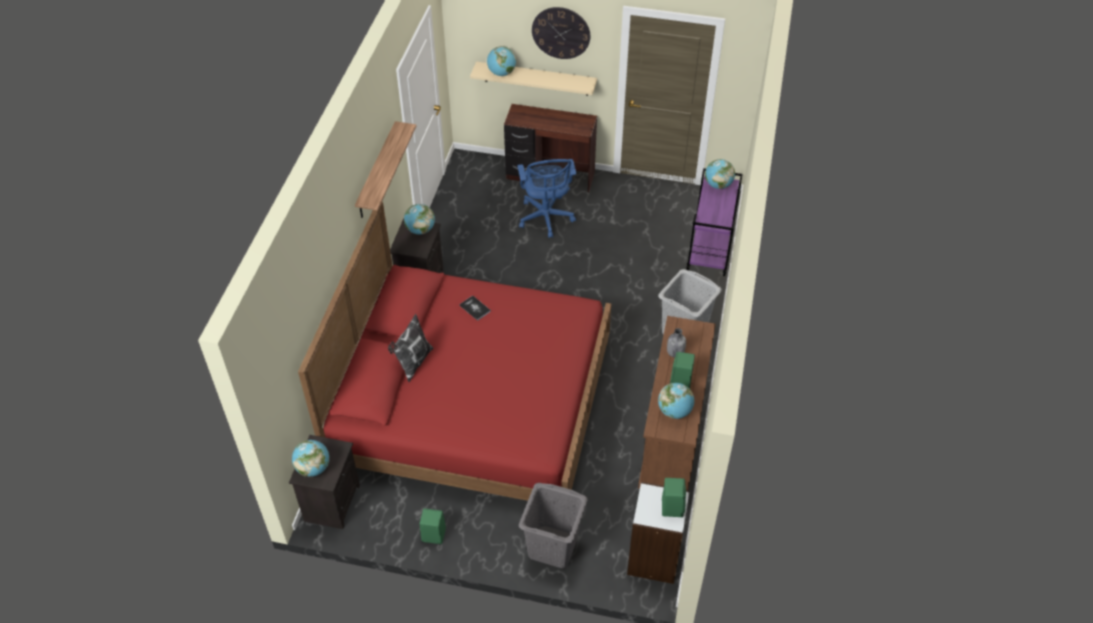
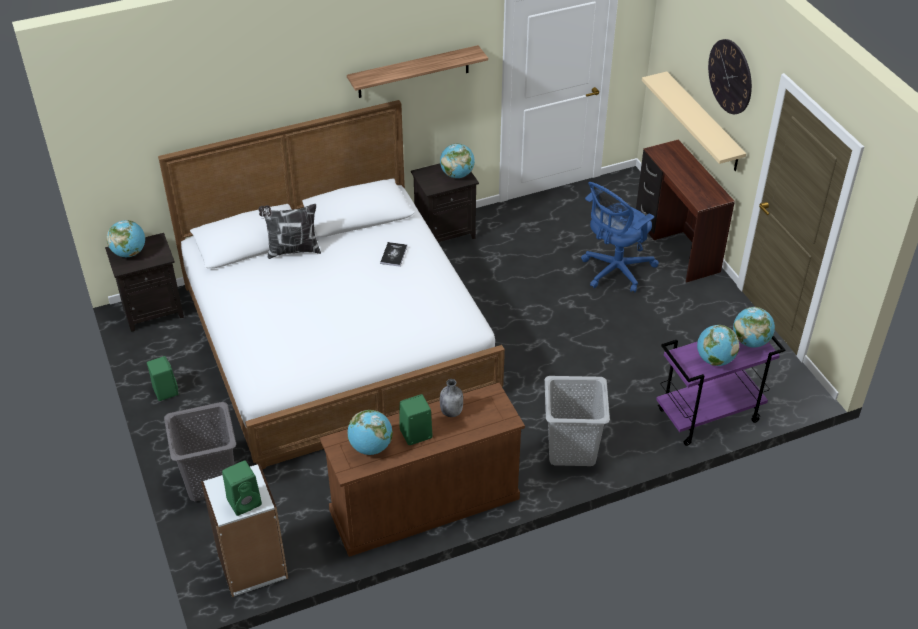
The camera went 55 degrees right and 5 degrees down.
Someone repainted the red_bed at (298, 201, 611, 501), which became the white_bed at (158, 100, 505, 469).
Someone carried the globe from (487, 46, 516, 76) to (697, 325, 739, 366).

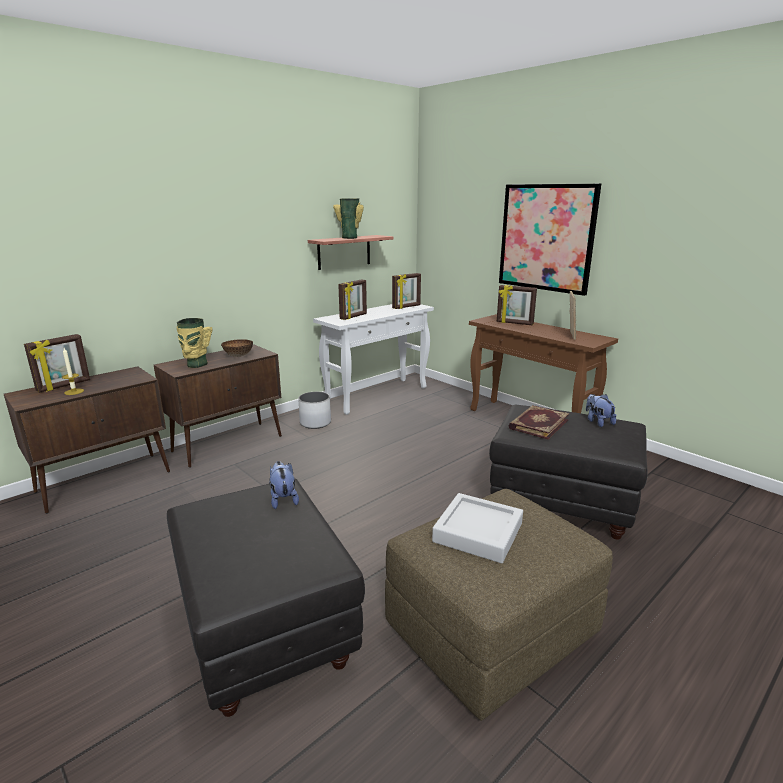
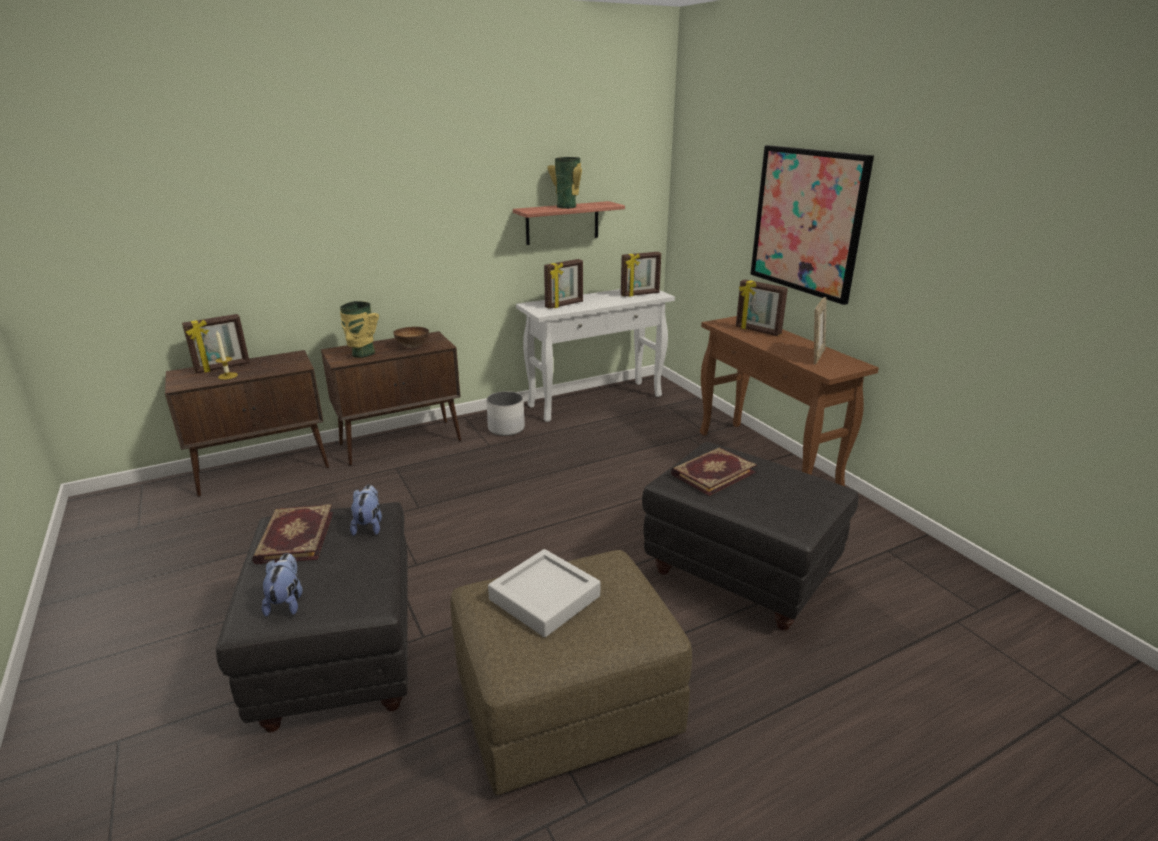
The camera went 15 degrees right and 5 degrees up.
Someone carried the plush_toy from (586, 394, 617, 427) to (262, 553, 303, 617).
Someone put down the book at (252, 504, 333, 564).

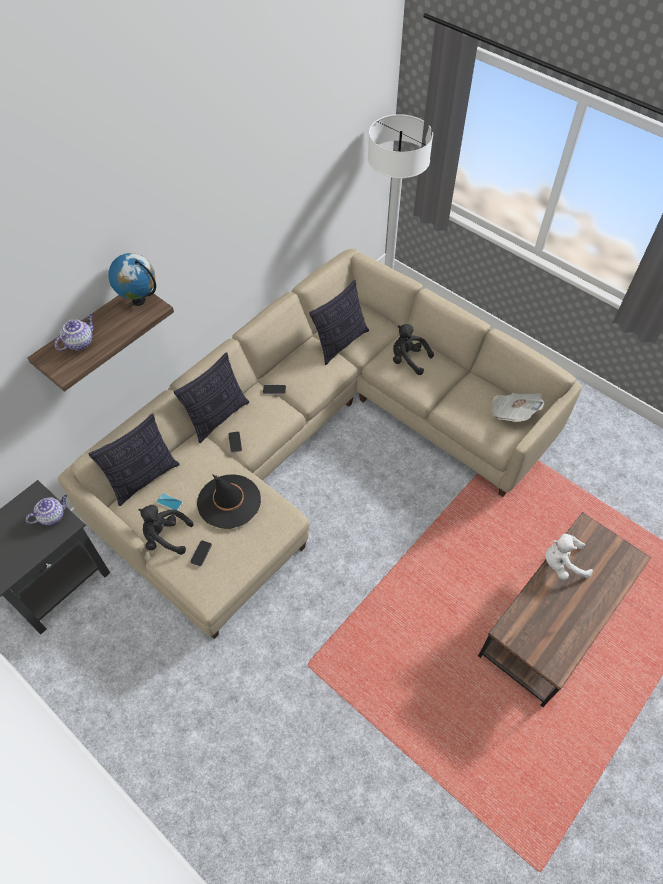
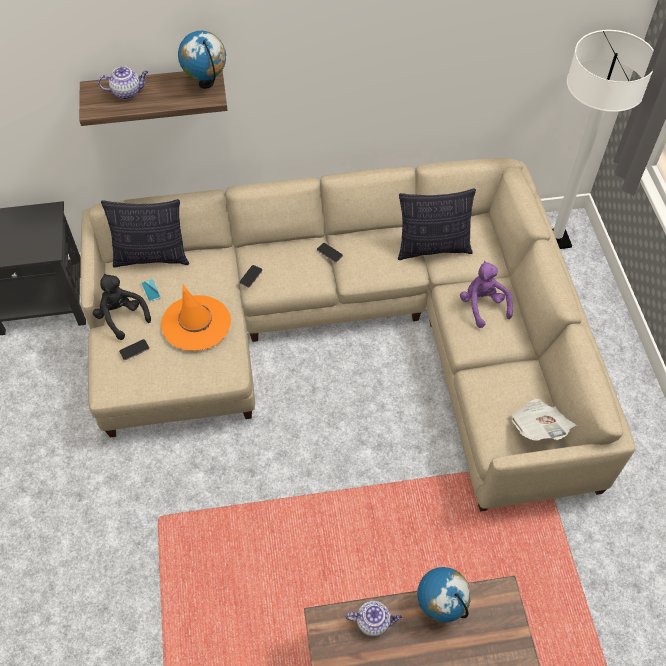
The camera went 40 degrees right and 0 degrees up.
Someone carried the teapot from (26, 495, 67, 525) to (345, 601, 403, 637).
Someone took away the pillow at (174, 352, 249, 443).
Someone repainted the black_hat at (197, 474, 261, 529), which became the orange_hat at (161, 284, 231, 351).
Someone repainted the black_plush_toy at (393, 324, 434, 375), which became the purple_plush_toy at (460, 261, 513, 328).
Someone swapped the white_plush_toy at (545, 534, 593, 580) for the globe at (417, 567, 471, 623).

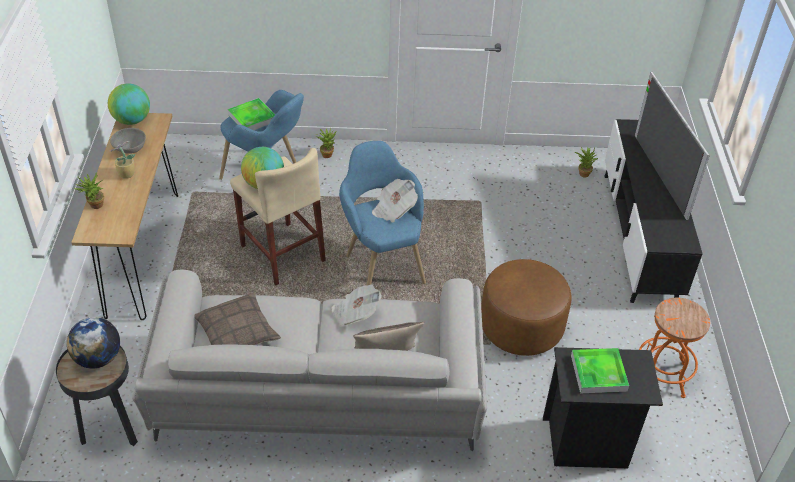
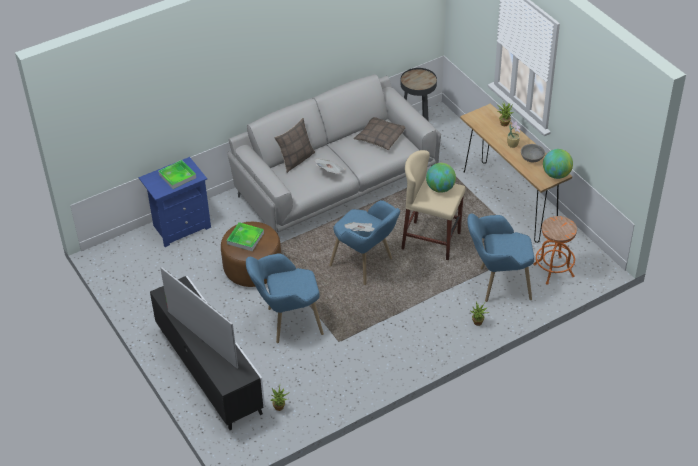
The camera went 150 degrees right and 0 degrees up.
Someone took away the globe at (67, 317, 120, 369).
Someone carried the tray from (228, 98, 275, 130) to (227, 222, 264, 251).
Someone repainted the black_nightstand at (543, 347, 663, 469), which became the blue_nightstand at (138, 157, 211, 247).
Someone carried the orange_stool from (639, 298, 710, 398) to (533, 216, 577, 285).
Someone put down the blue_armchair at (246, 253, 324, 343).

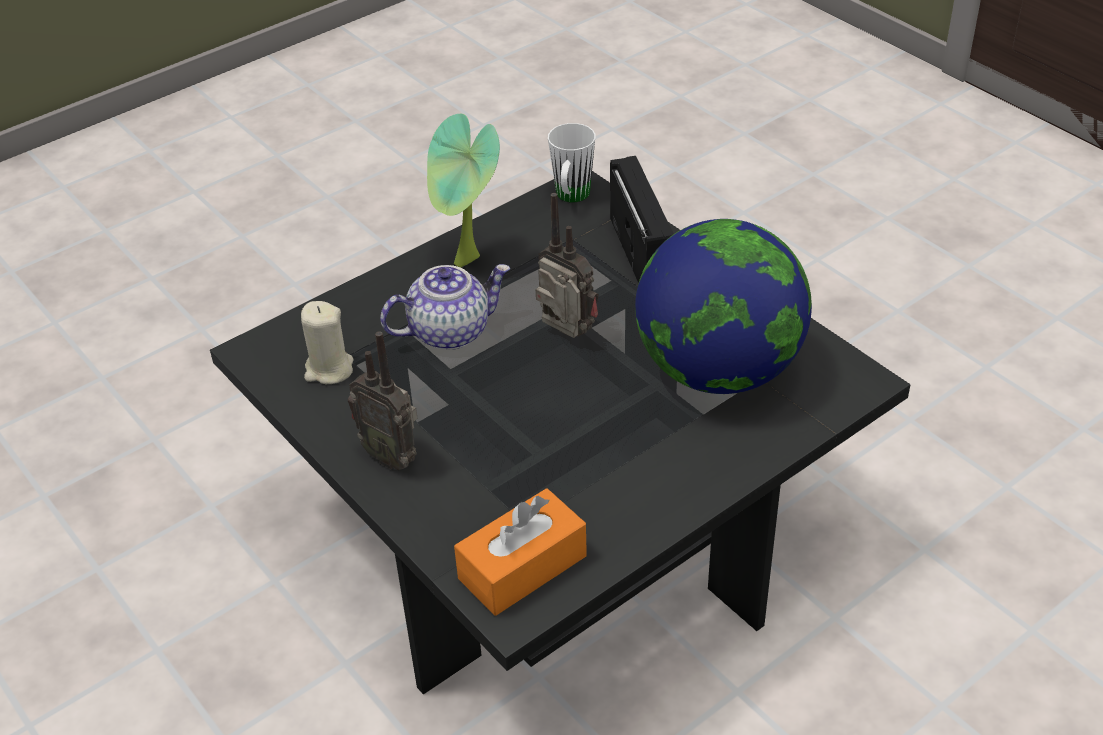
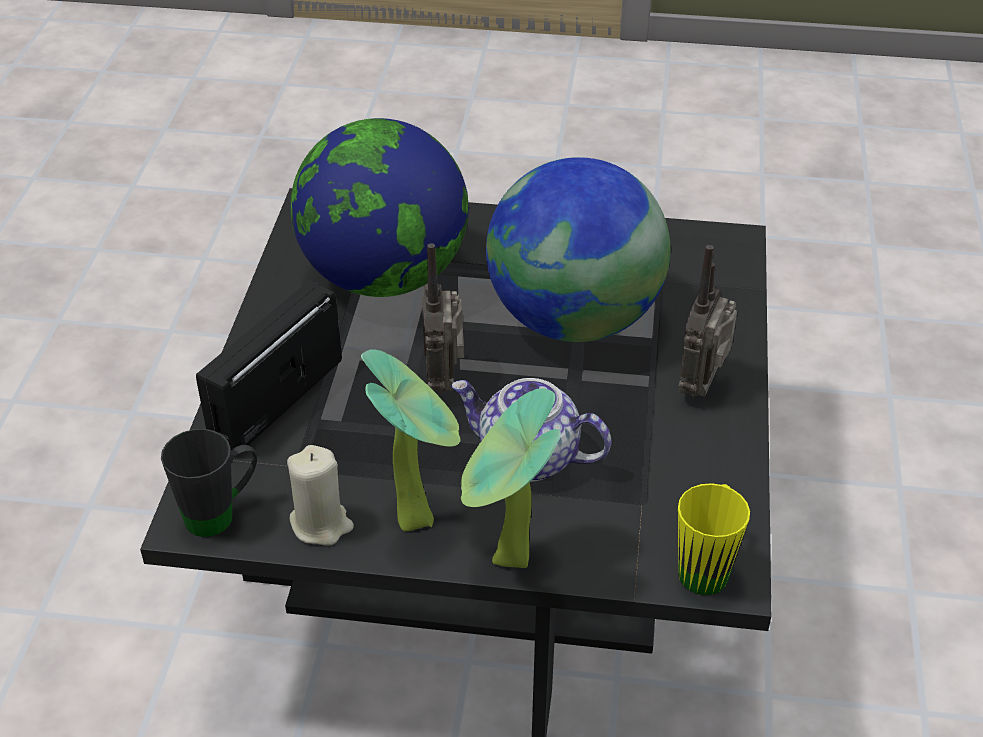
The camera went 135 degrees left and 0 degrees up.
Someone carried the beige_candle from (301, 301, 353, 384) to (287, 445, 354, 546).
Someone rotated the radio at (348, 331, 417, 470) by 150 degrees counterclockwise.
Someone took away the orange_tissue_box at (454, 488, 587, 616).
Someone repainted the white_mug at (548, 123, 596, 202), which became the black_mug at (161, 429, 257, 537).
Someone put down the potted_plant at (461, 388, 561, 568).
Someone put down the globe at (486, 157, 670, 342).
Someone put down the yellow_mug at (678, 483, 750, 595).

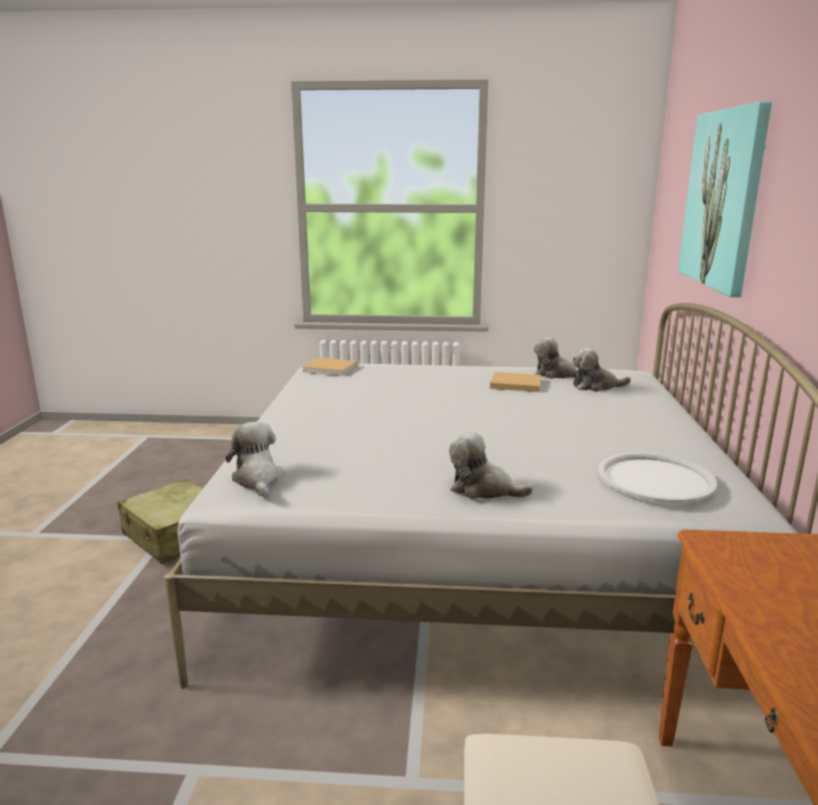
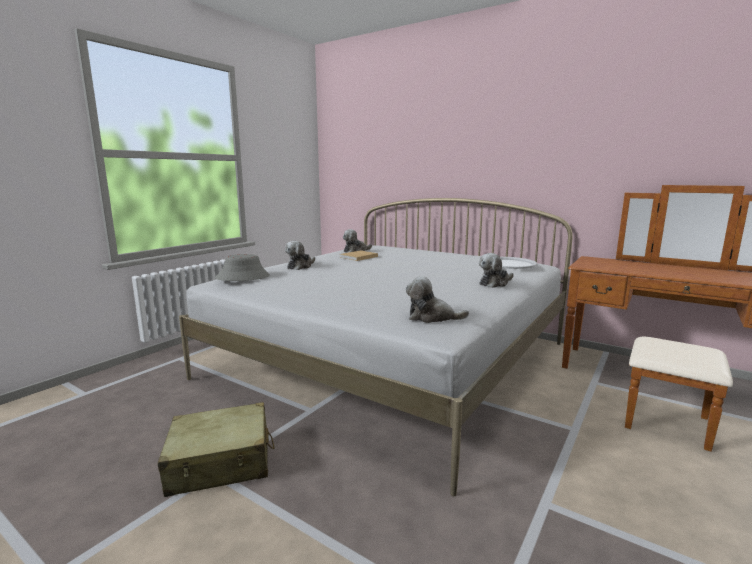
The camera went 60 degrees left and 5 degrees down.
Someone swapped the beige_book at (302, 358, 357, 376) for the grey_hat at (215, 254, 270, 281).
Someone carried the plush_toy from (572, 348, 631, 392) to (285, 241, 315, 270).
Someone took away the picture at (678, 101, 772, 297).

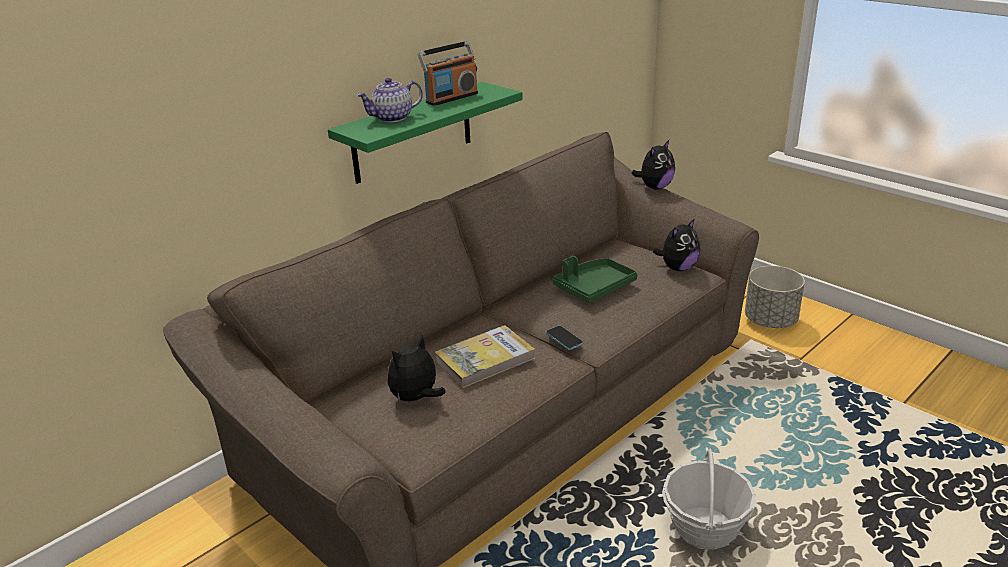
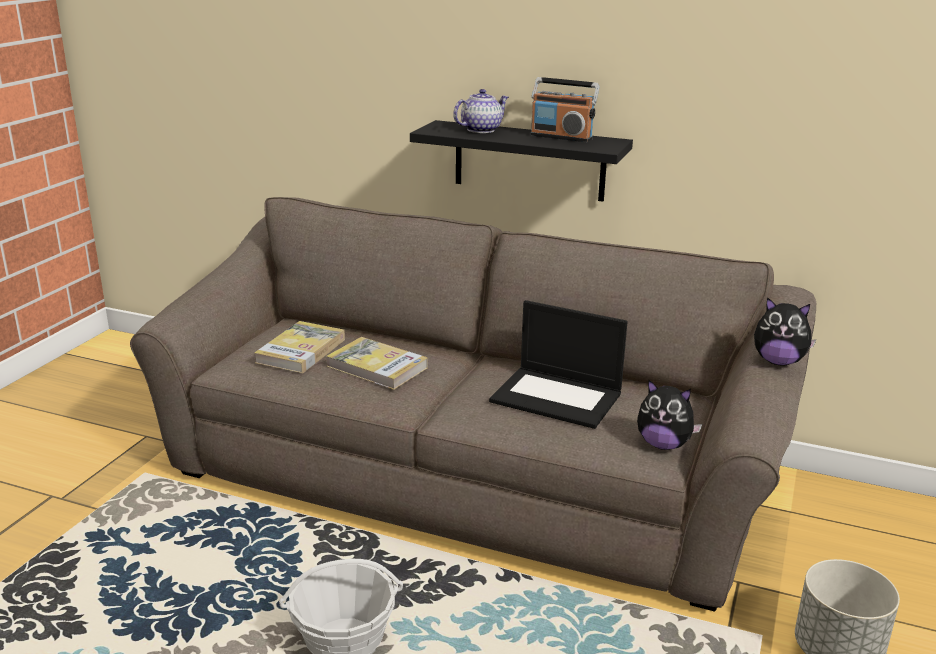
The camera went 65 degrees right and 5 degrees down.
Someone repainted the green_shelf at (328, 82, 523, 184), which became the black_shelf at (410, 120, 633, 202).
Someone rotated the teapot at (357, 78, 423, 122) by 105 degrees clockwise.
Someone swapped the plush_toy at (388, 335, 446, 403) for the book at (254, 321, 345, 373).
Someone took away the phone at (546, 326, 583, 350).
Someone swapped the green_tray at (552, 256, 637, 303) for the laptop at (489, 300, 627, 429).

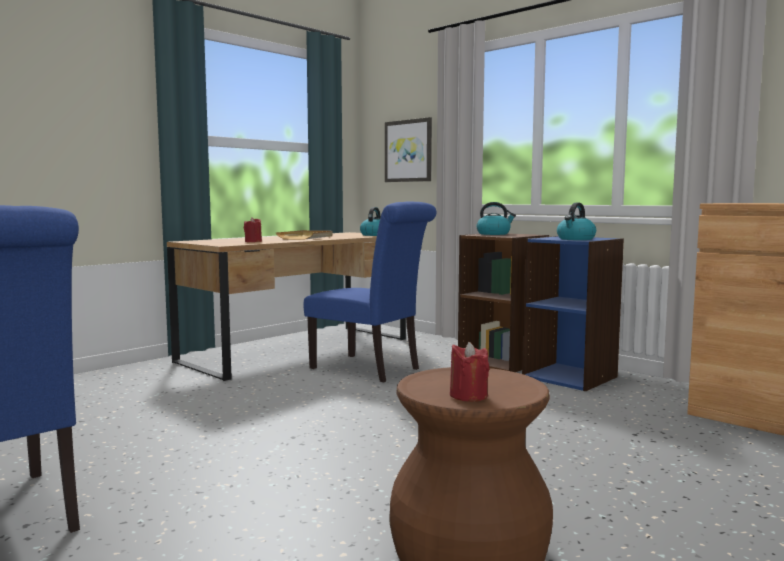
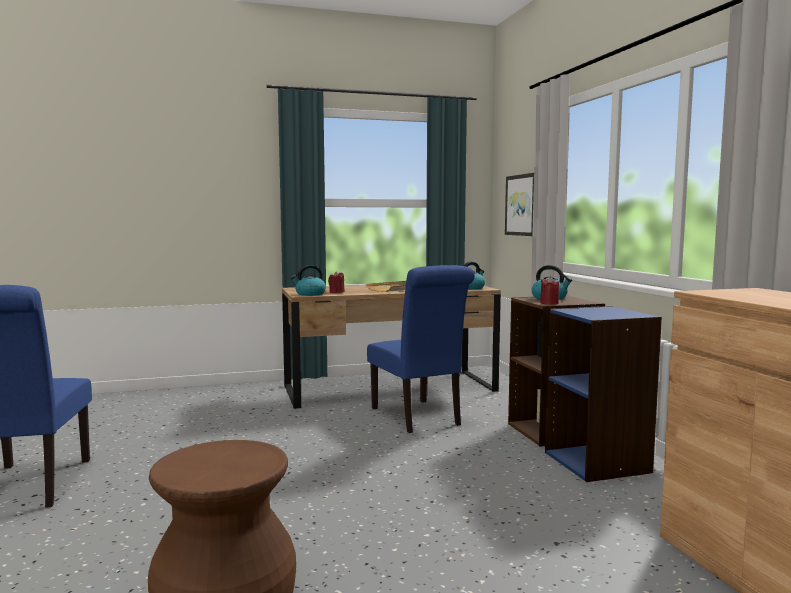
The camera went 30 degrees right and 0 degrees up.
Someone carried the red_candle from (450, 342, 489, 402) to (540, 277, 559, 305).
Someone carried the kettle from (557, 203, 596, 240) to (291, 265, 326, 296).

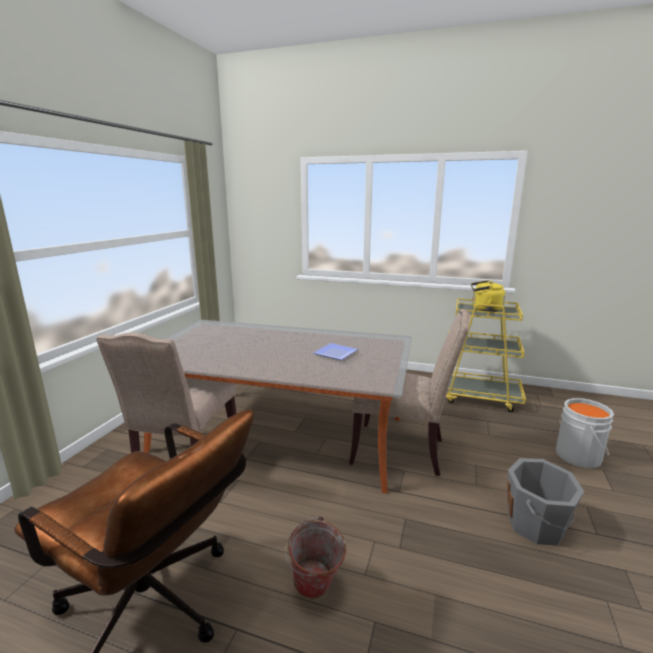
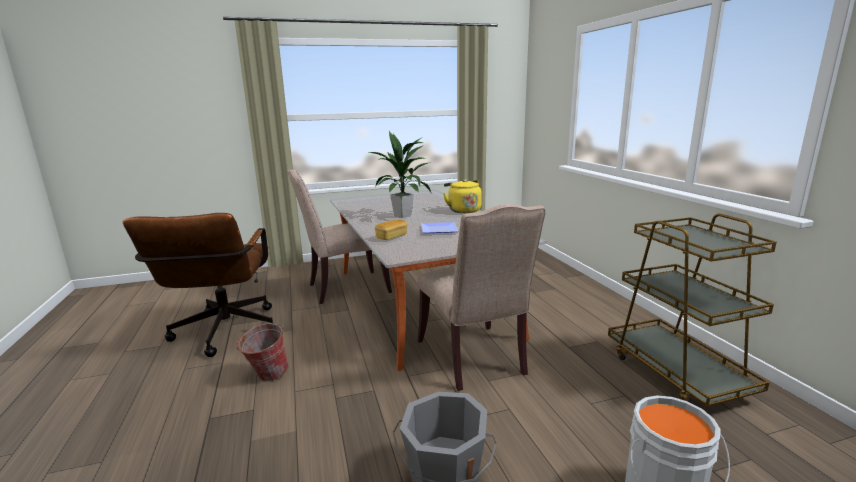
The camera went 55 degrees right and 0 degrees up.
Someone repainted the yellow_cart at (446, 298, 526, 412), which became the brown_cart at (608, 214, 777, 407).
Someone carried the yellow_kettle from (471, 280, 505, 312) to (443, 179, 482, 213).
Someone put down the potted_plant at (366, 131, 431, 218).
Someone put down the bread at (375, 220, 407, 240).

